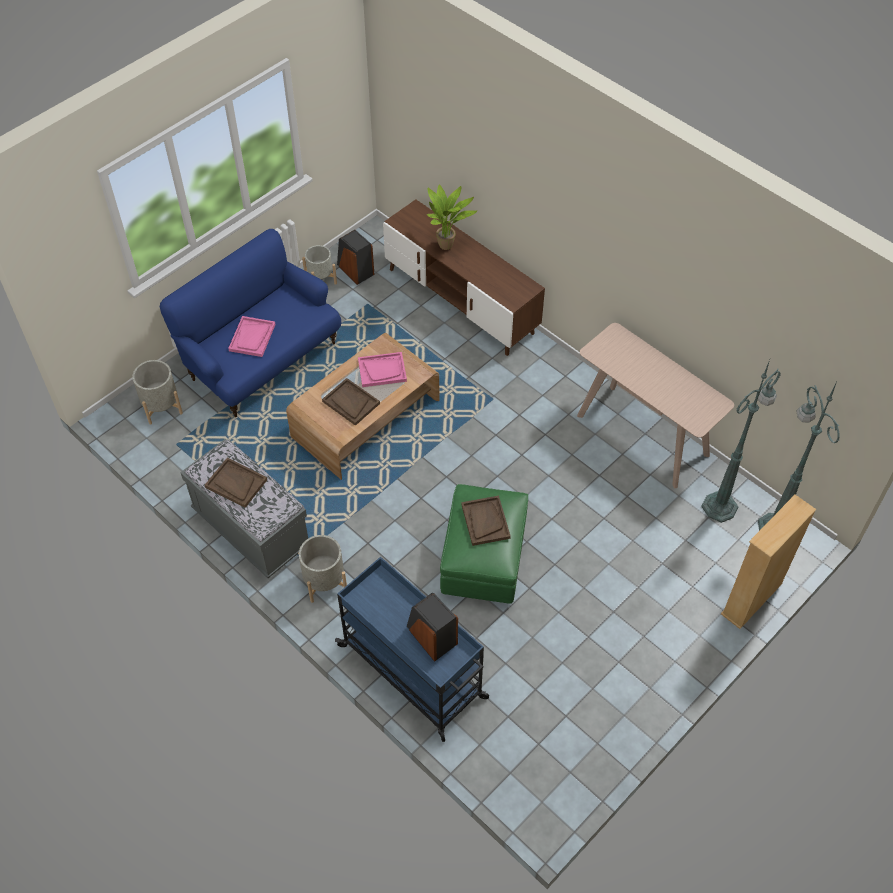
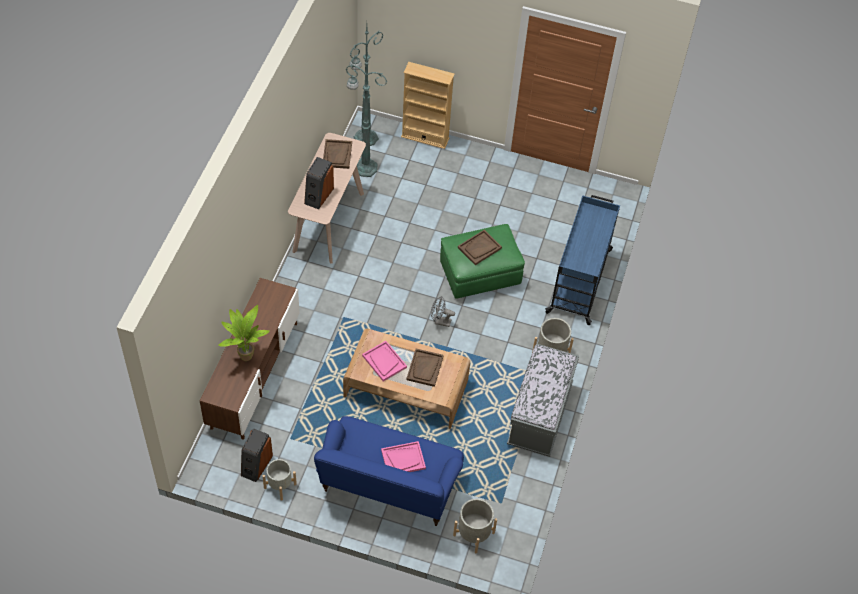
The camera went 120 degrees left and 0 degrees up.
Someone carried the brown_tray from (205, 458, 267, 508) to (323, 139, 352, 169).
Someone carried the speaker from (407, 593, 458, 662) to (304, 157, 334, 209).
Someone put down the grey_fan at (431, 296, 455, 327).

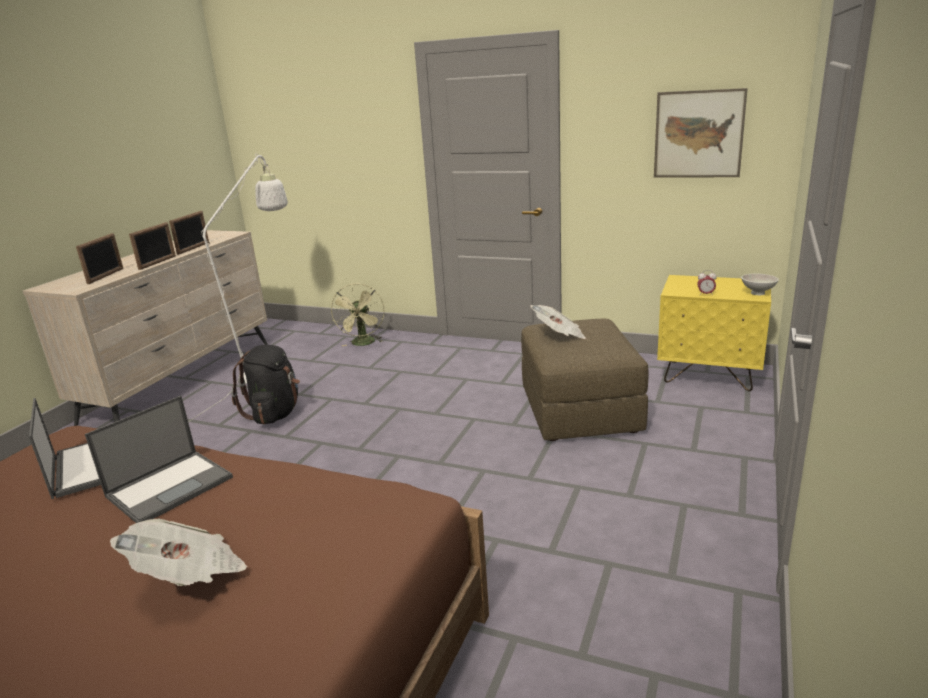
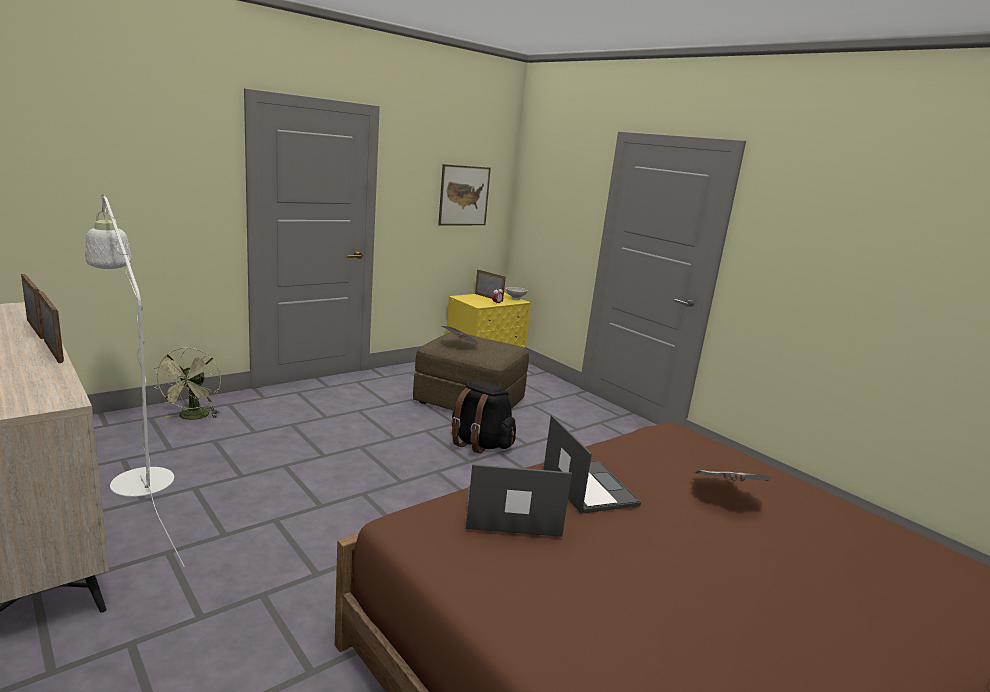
The camera went 65 degrees left and 5 degrees down.
Someone carried the picture_frame from (76, 233, 123, 284) to (475, 270, 506, 302).
Someone carried the black_backpack from (231, 345, 300, 424) to (451, 381, 516, 454).
Someone rotated the green_fan at (331, 283, 385, 346) by 60 degrees clockwise.

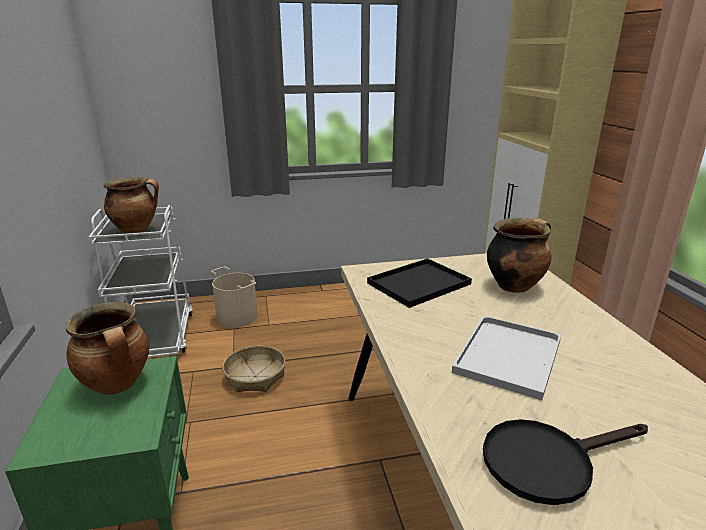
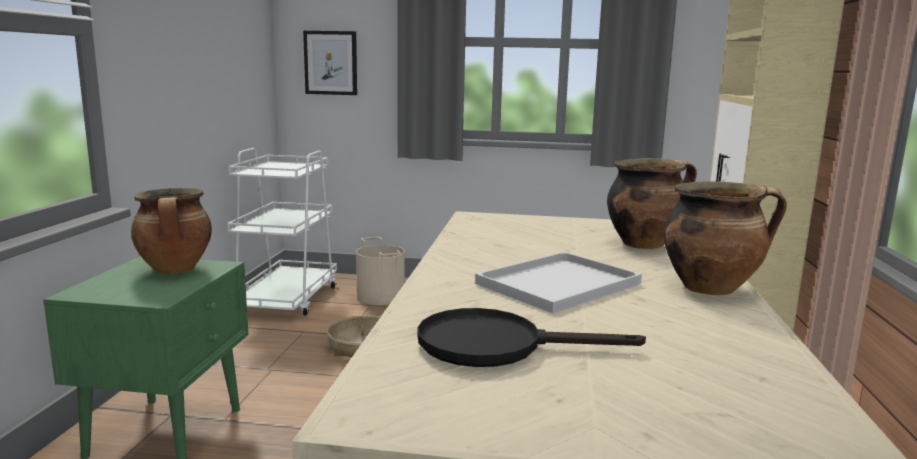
The camera went 20 degrees right and 10 degrees down.
Someone carried the cooking_pot from (103, 177, 159, 234) to (664, 181, 787, 295).
Someone took away the black_tray at (367, 258, 472, 308).
Someone put up the picture at (303, 31, 357, 95).

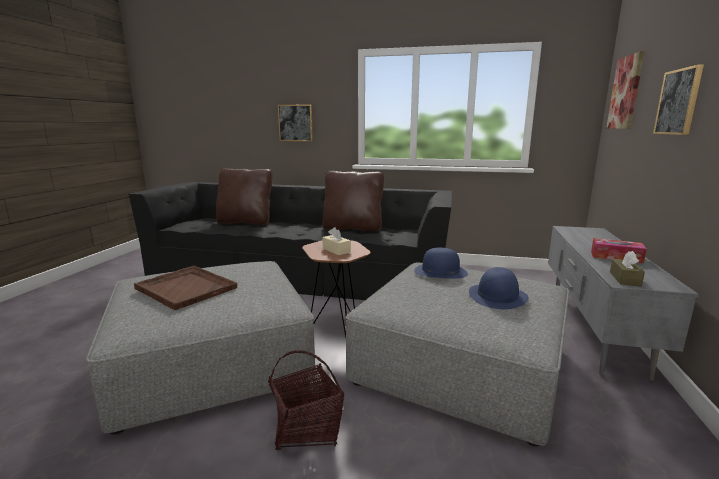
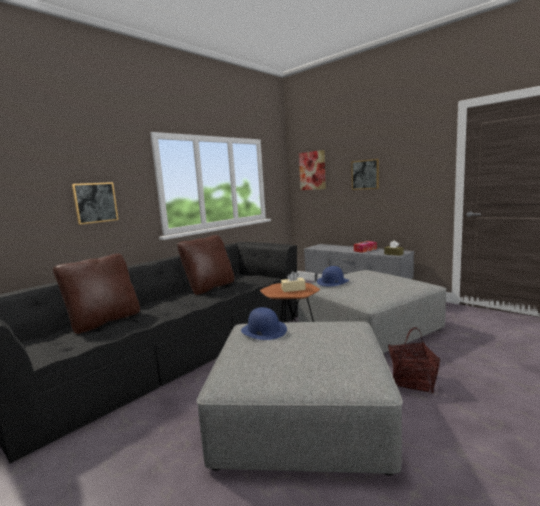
The camera went 60 degrees left and 5 degrees down.
Someone took away the brown_tray at (134, 266, 237, 310).
Someone carried the blue_hat from (469, 267, 529, 309) to (241, 307, 287, 340).

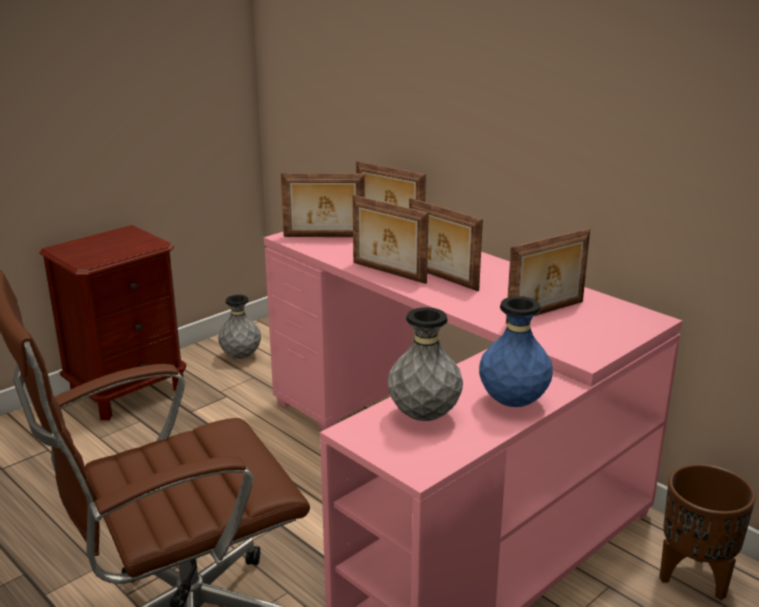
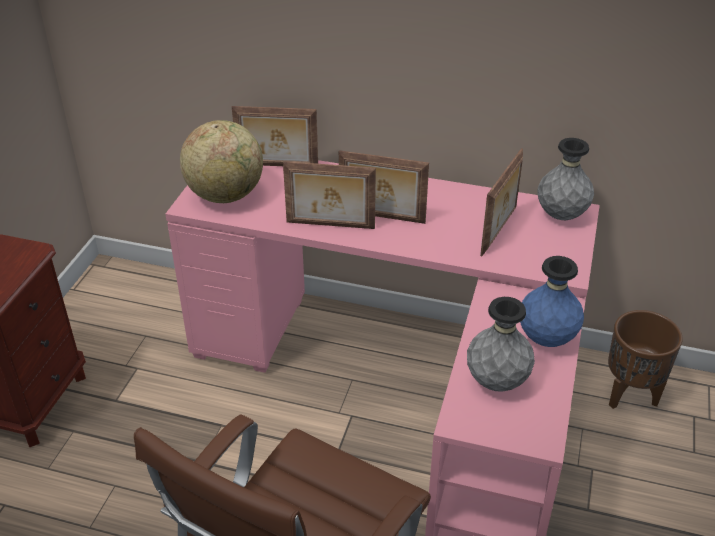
The camera went 30 degrees left and 15 degrees up.
Someone carried the grey_vase from (218, 295, 261, 359) to (537, 138, 594, 220).
Someone swapped the picture_frame at (281, 173, 365, 237) for the globe at (180, 120, 263, 203).

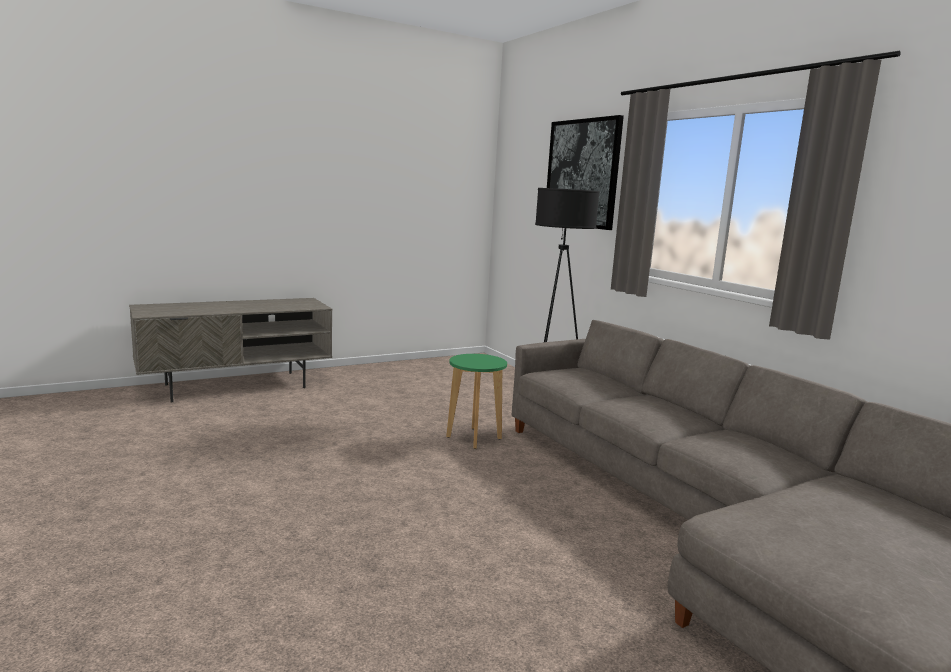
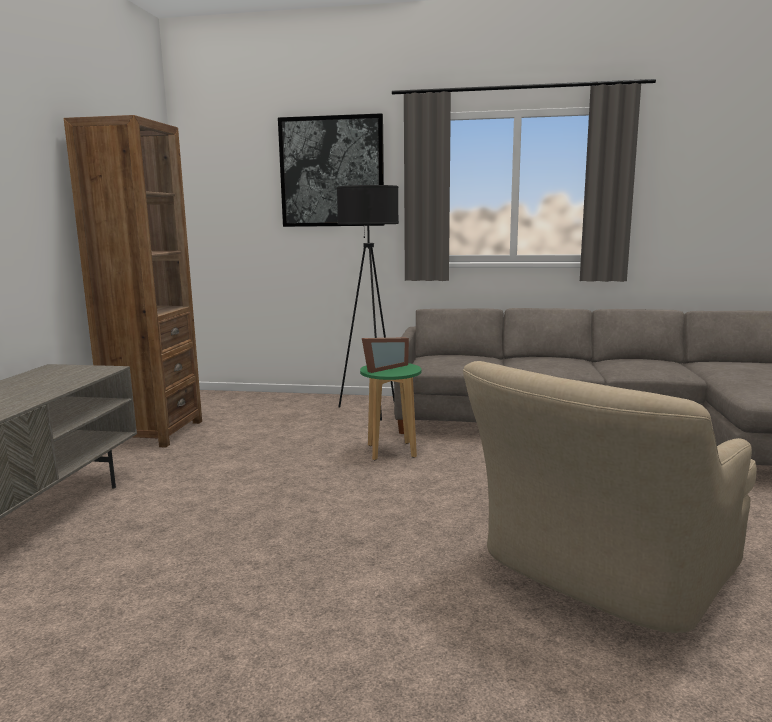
The camera went 50 degrees left and 0 degrees up.
Someone put down the brown_bookcase at (64, 115, 202, 448).
Someone put down the picture_frame at (362, 337, 409, 373).
Someone put down the beige_armchair at (463, 361, 757, 633).

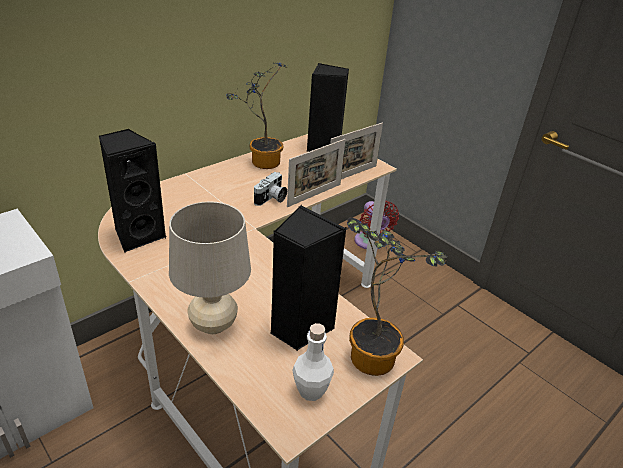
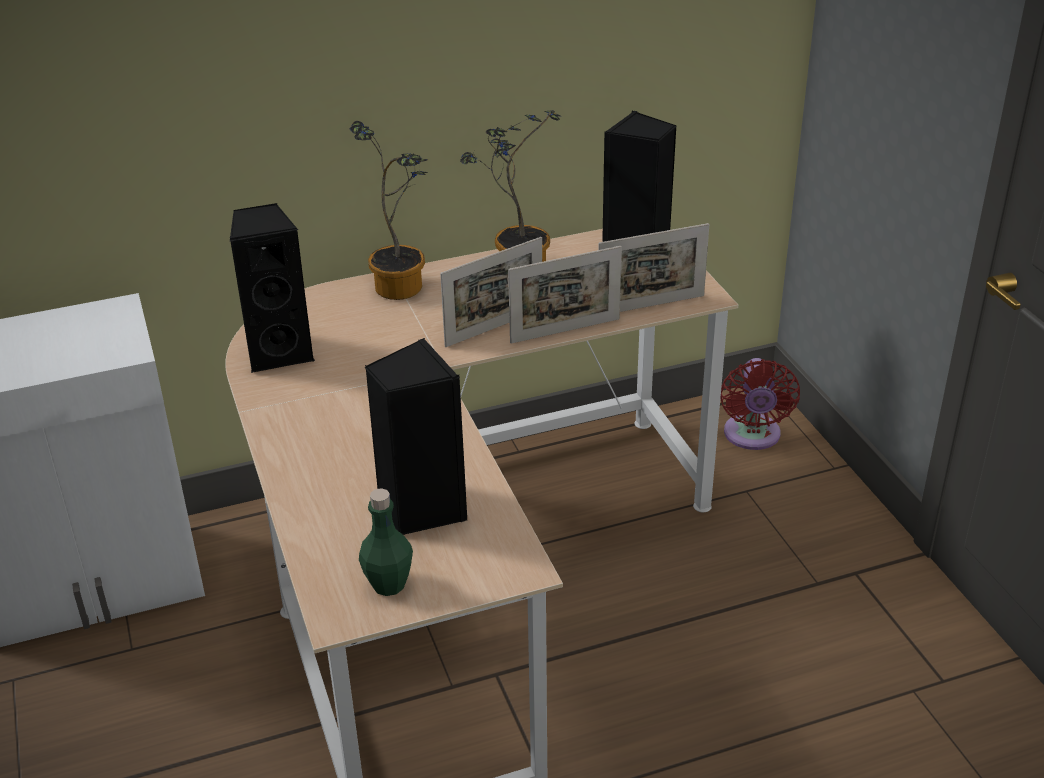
The camera went 25 degrees right and 0 degrees up.
Someone took away the beige_table_lamp at (169, 201, 251, 334).
Someone swapped the photo_camera at (254, 172, 287, 206) for the picture_frame at (440, 237, 542, 347).
Someone repainted the white_bottle at (292, 323, 334, 401), which became the green_bottle at (359, 488, 413, 596).
Someone carried the potted_plant from (347, 217, 448, 376) to (350, 121, 428, 300).

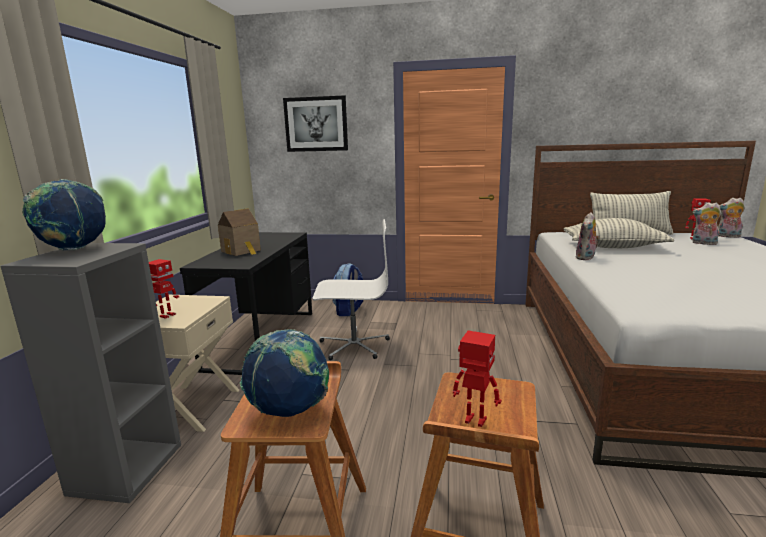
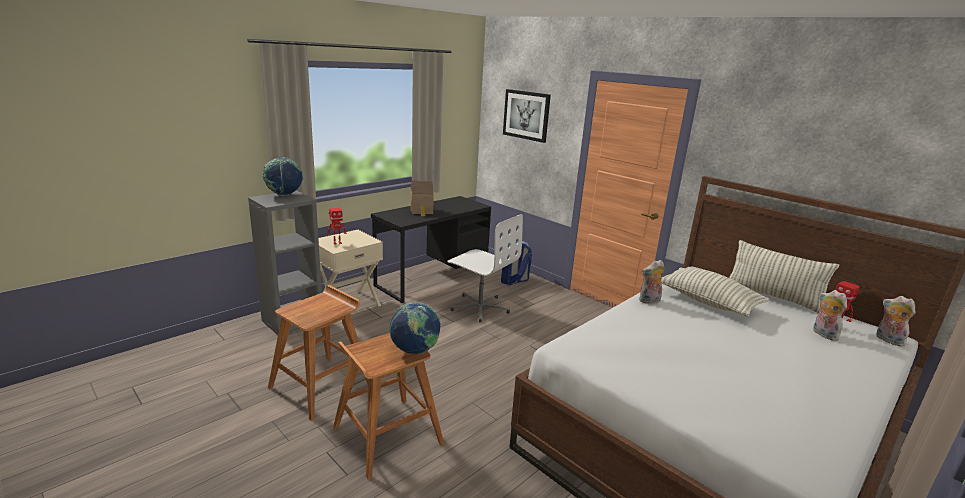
The camera went 35 degrees right and 5 degrees up.
Someone carried the globe from (240, 329, 329, 417) to (390, 302, 441, 354).
Someone took away the toy_robot at (453, 331, 502, 427).

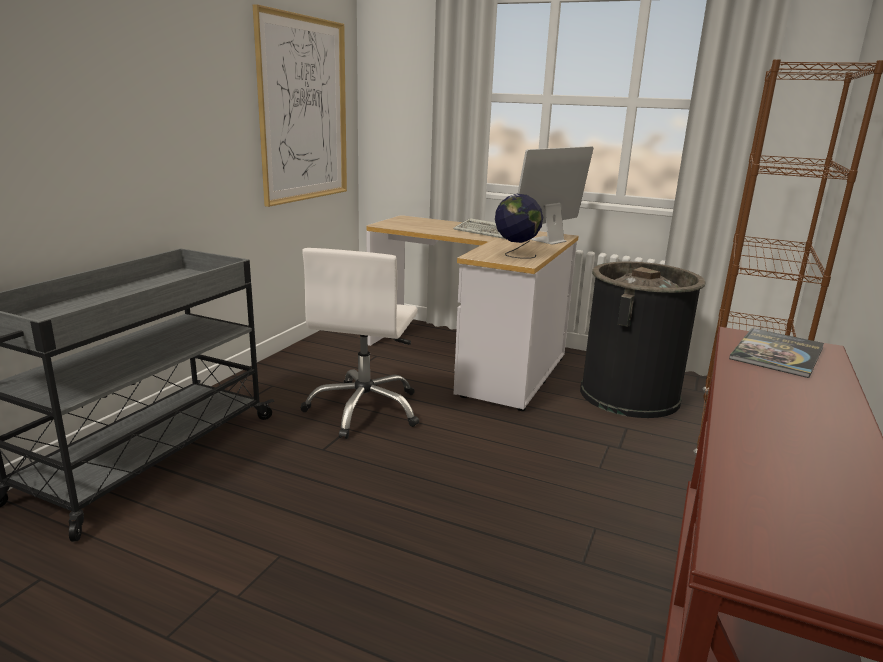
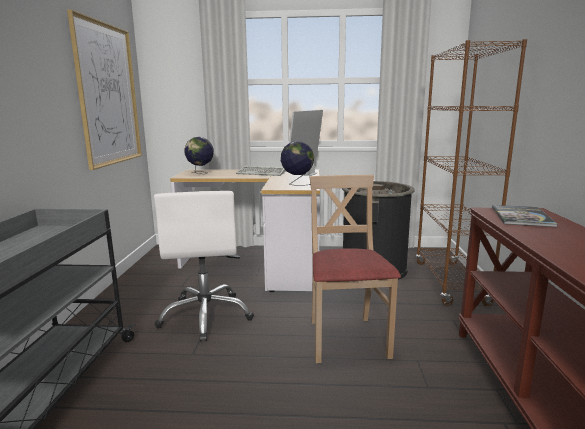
The camera went 20 degrees left and 5 degrees down.
Someone put down the globe at (184, 137, 214, 174).
Someone put down the beige_chair at (310, 175, 401, 363).

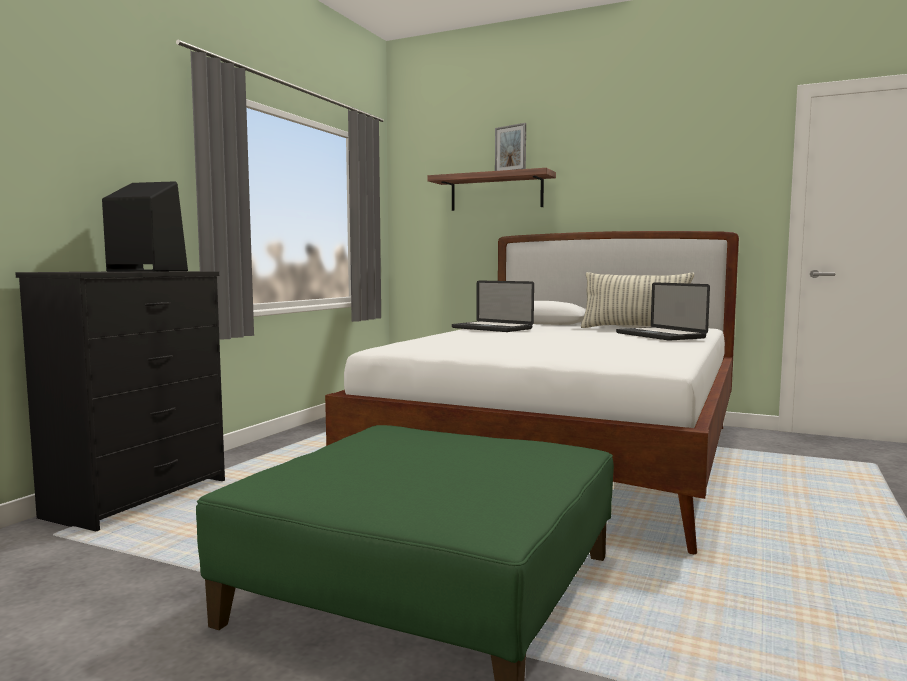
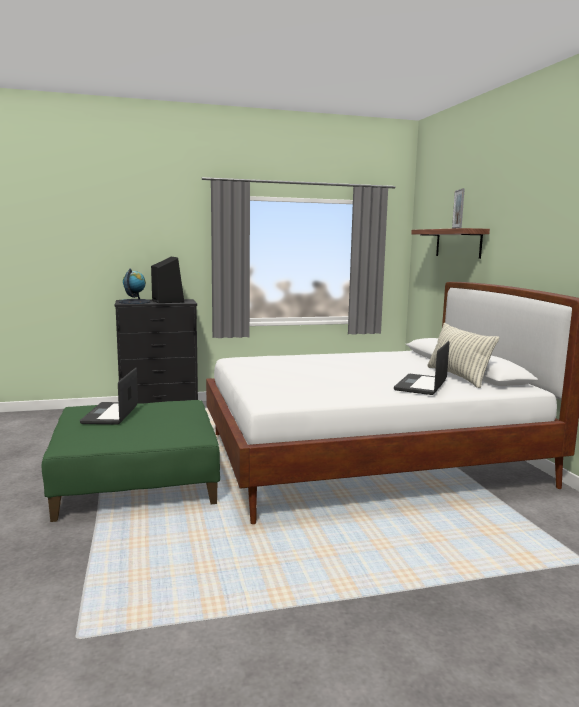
The camera went 50 degrees right and 5 degrees up.
Someone carried the laptop from (452, 281, 534, 332) to (80, 368, 138, 424).
Someone put down the globe at (119, 268, 150, 304).

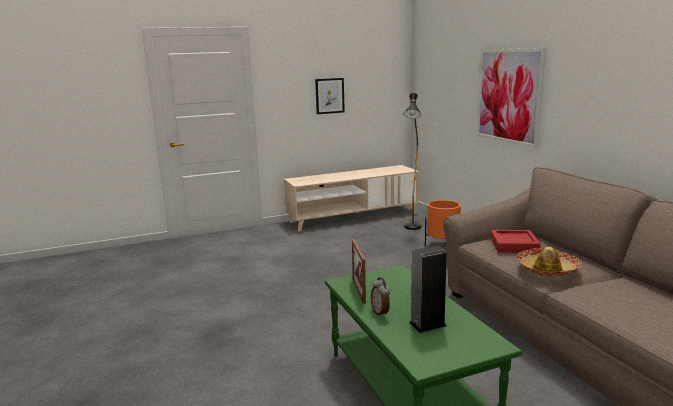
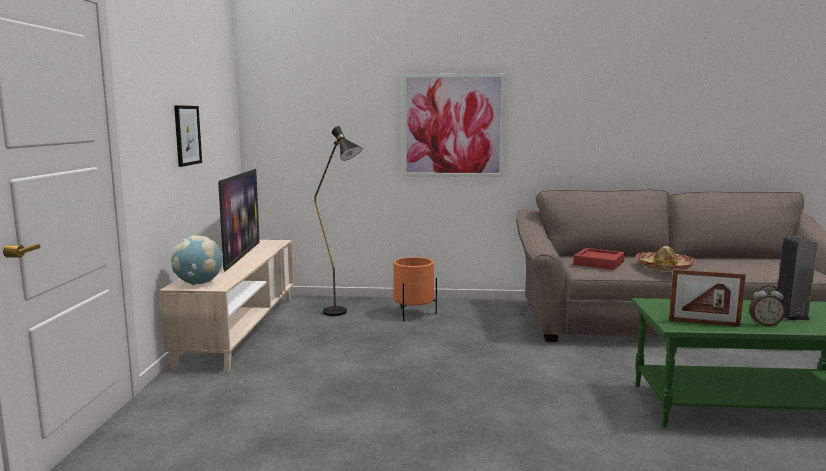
The camera went 65 degrees left and 5 degrees down.
Someone put down the globe at (171, 235, 223, 285).
Someone put down the television at (218, 169, 260, 272).

